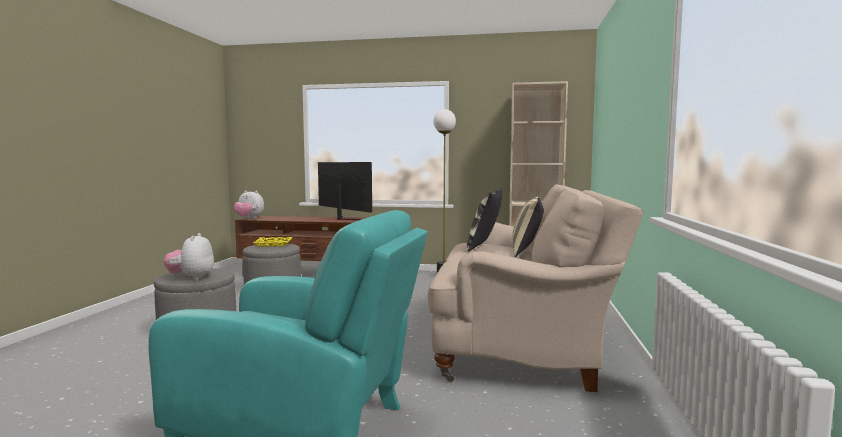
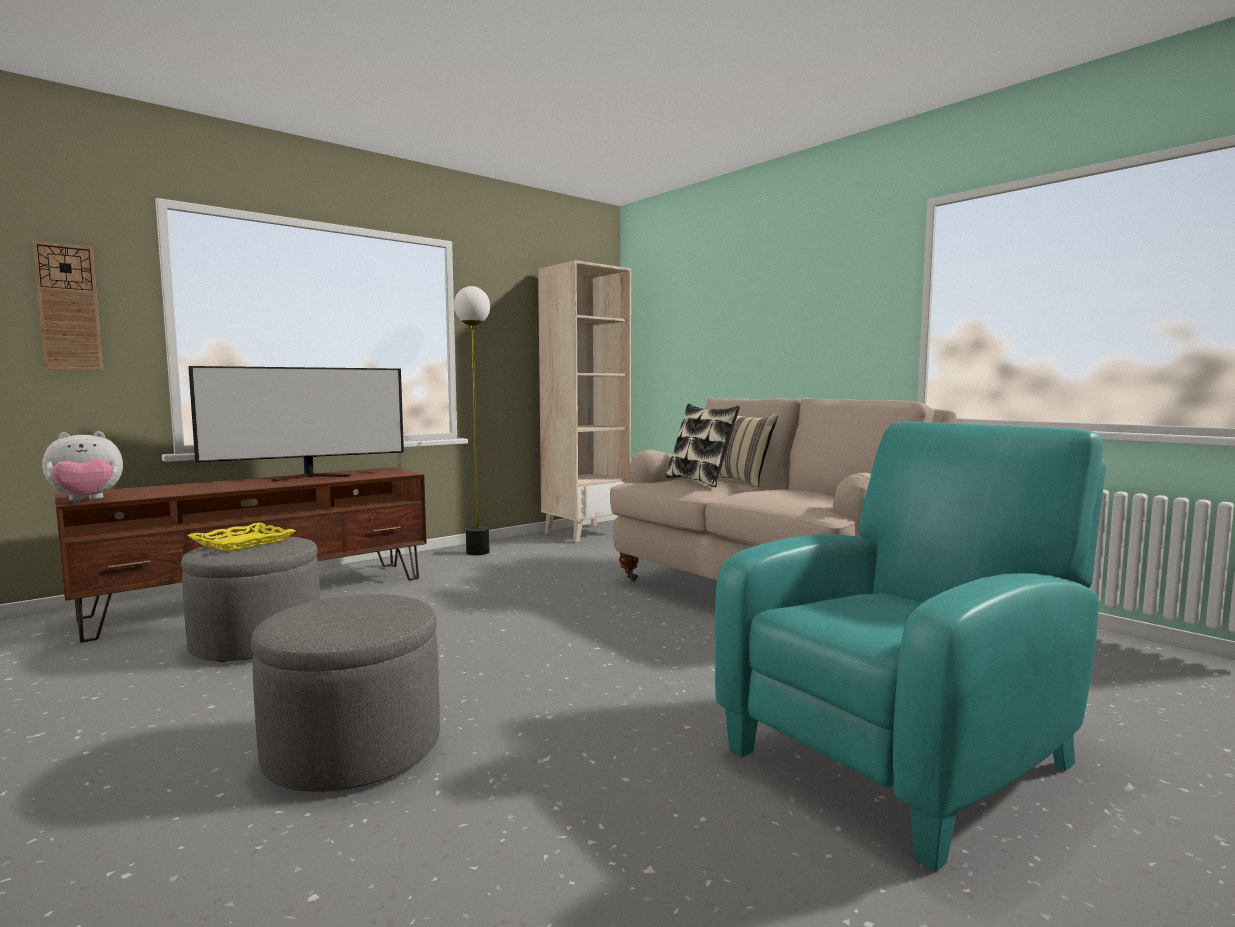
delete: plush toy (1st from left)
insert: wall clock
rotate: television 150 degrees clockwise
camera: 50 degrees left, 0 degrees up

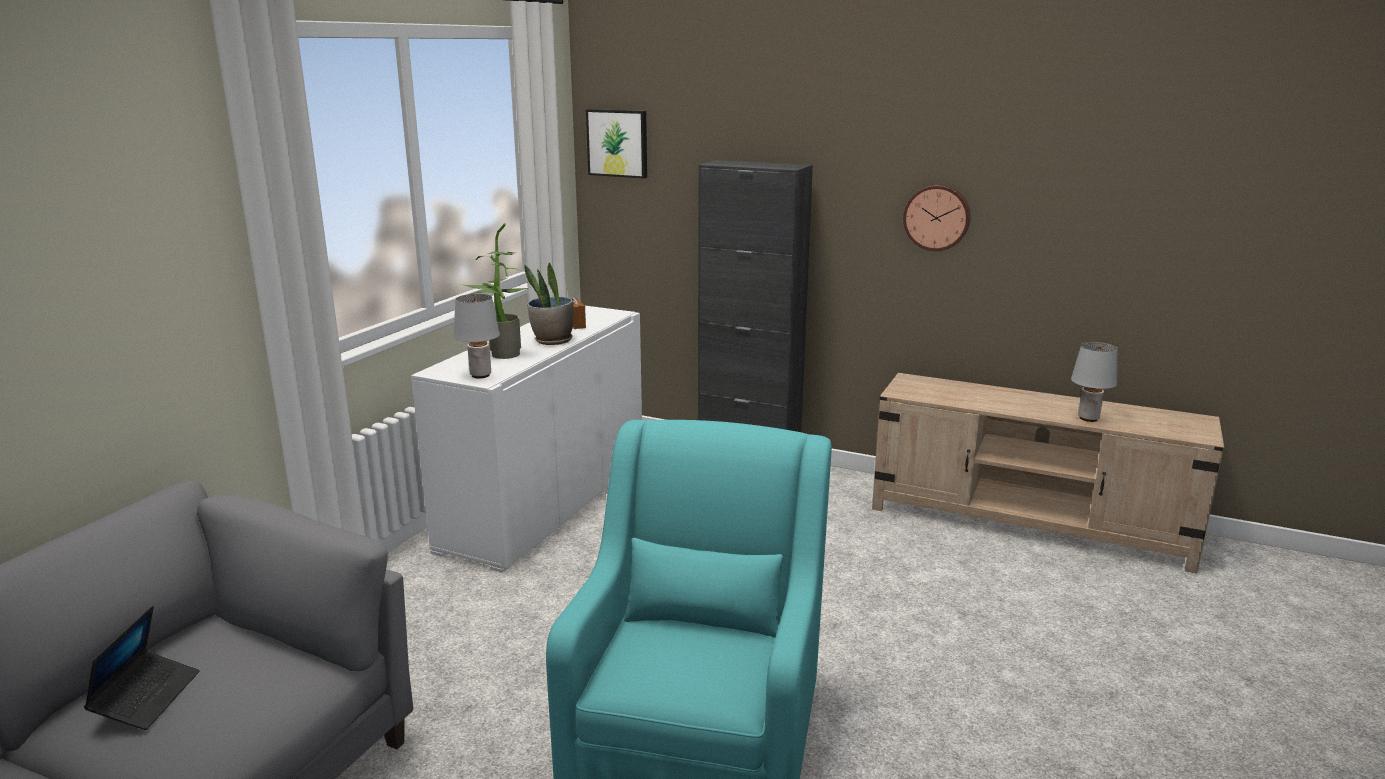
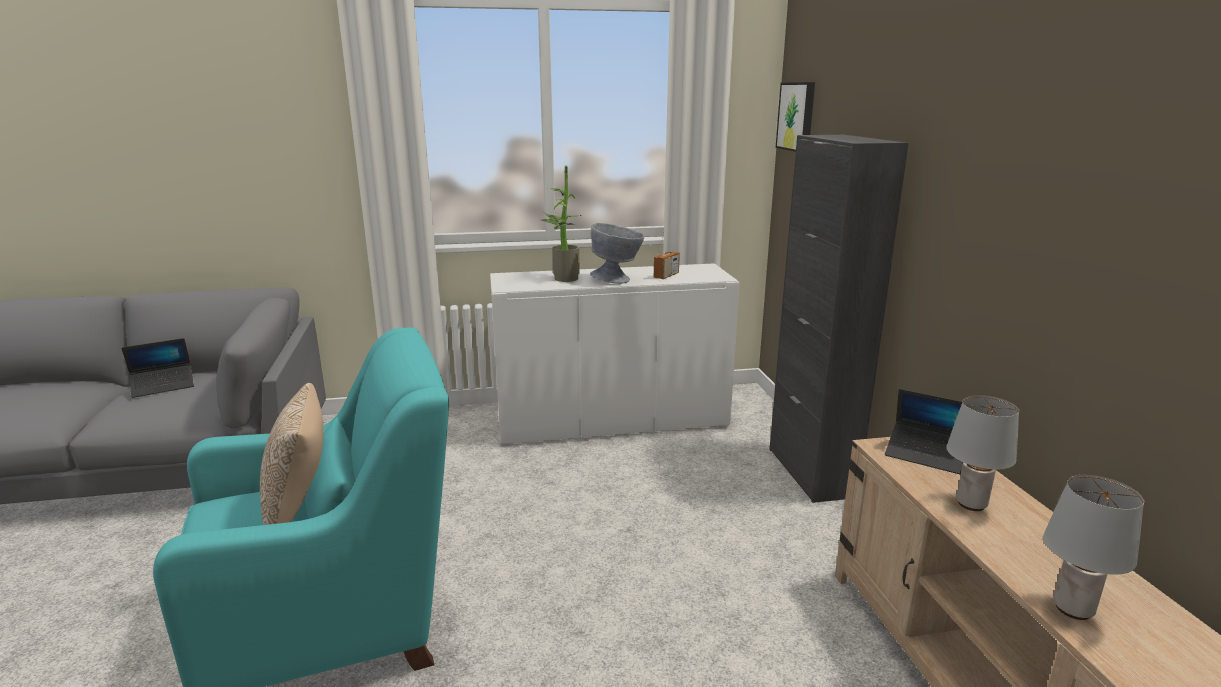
delete: wall clock
insert: pillow; laptop (2nd from left)
move: grey table lamp (1st from left)
replace: potted plant (2nd from left) to grey bowl
camera: 55 degrees right, 0 degrees up

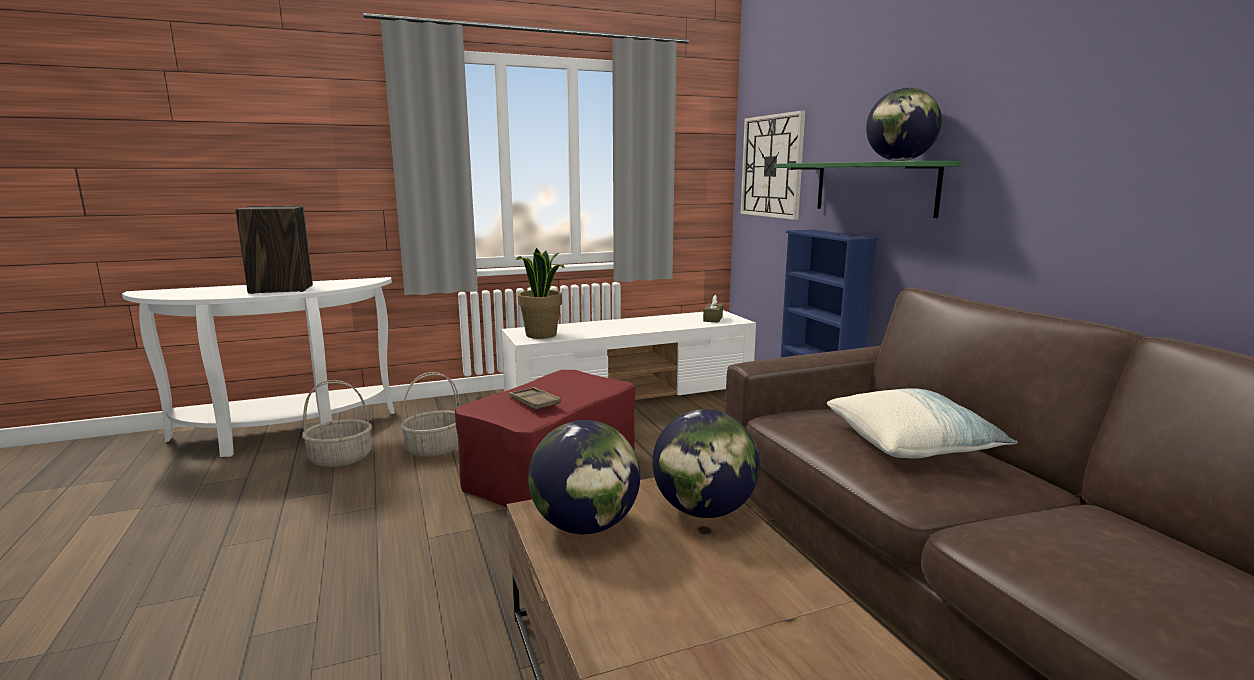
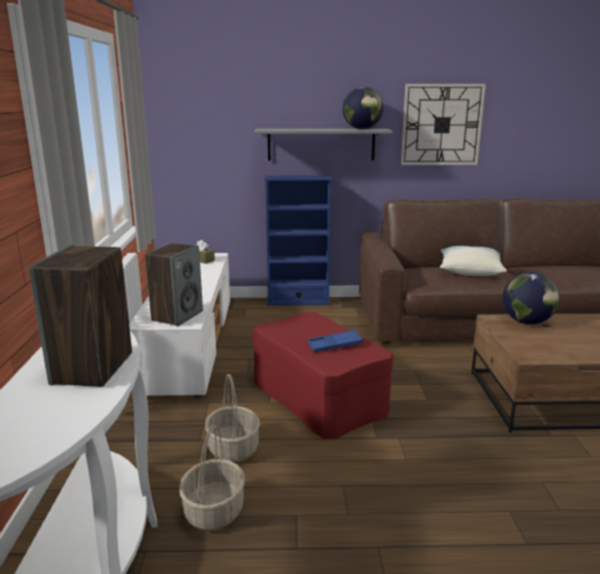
delete: globe (1st from left)
move: wall clock
replace: potted plant to speaker (2nd from left)
recolor: brown tray to blue tray; green shelf to grey shelf
camera: 70 degrees left, 5 degrees up

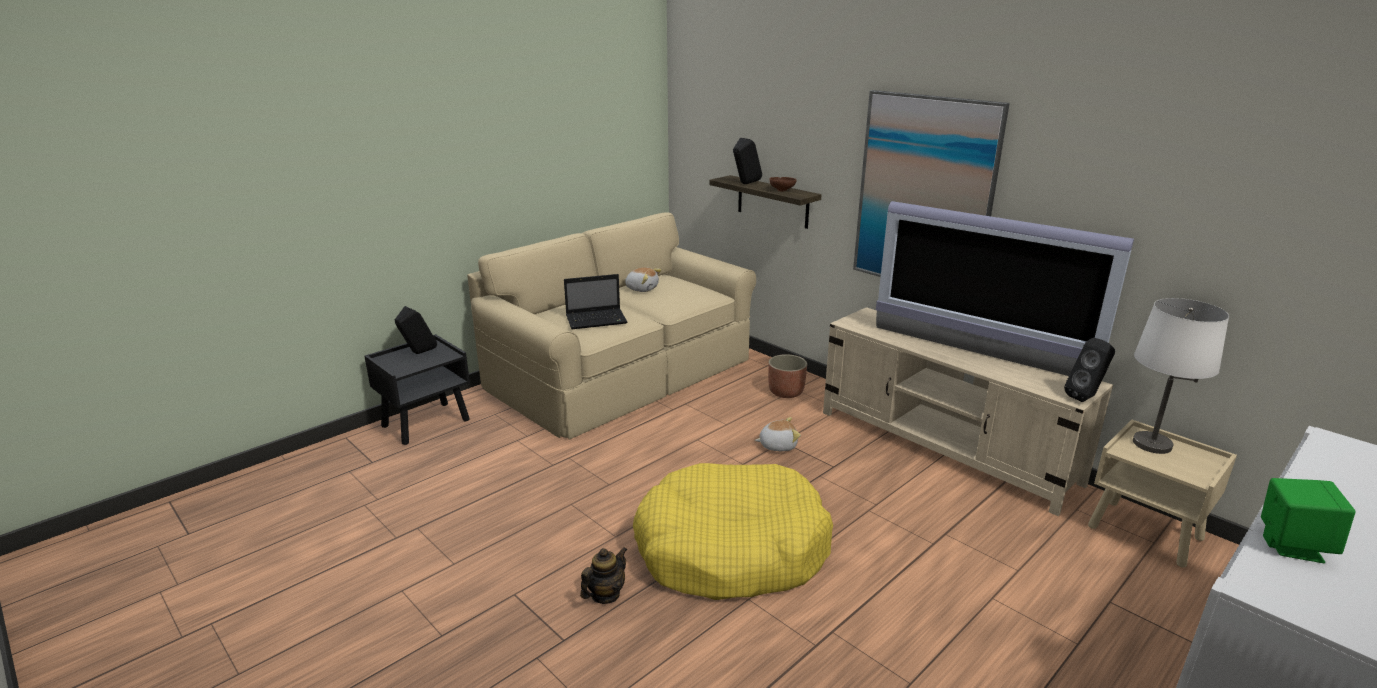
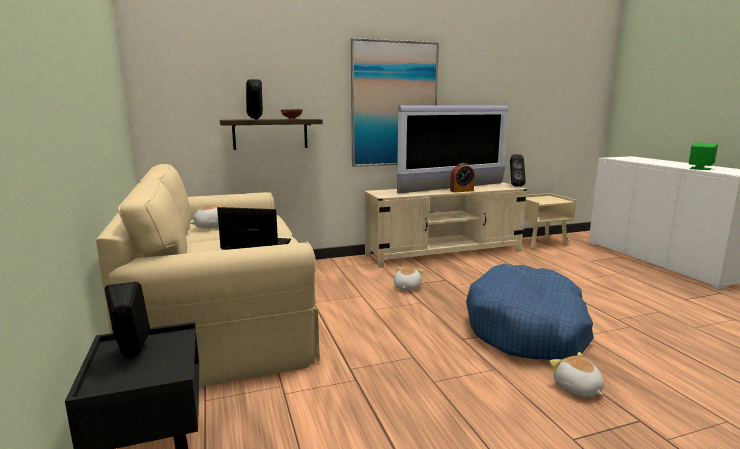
delete: planter; white table lamp
insert: alarm clock
replace: teapot to plush toy (3rd from left)
recolor: yellow dog bed to blue dog bed
rotate: laptop 90 degrees counterclockwise
camera: 65 degrees left, 10 degrees down

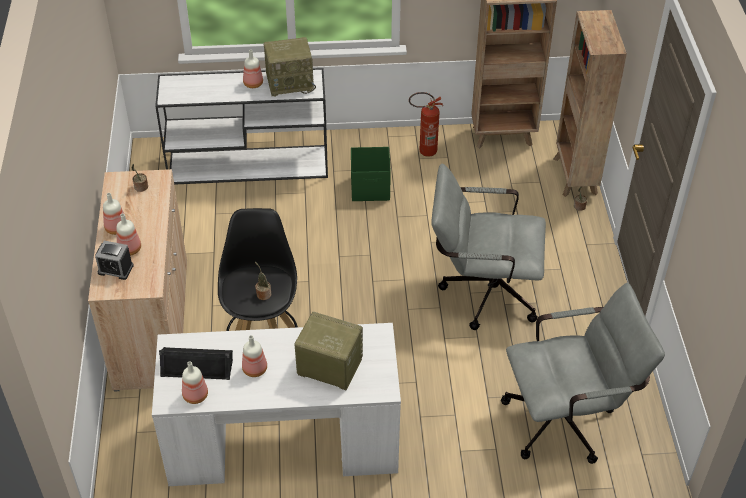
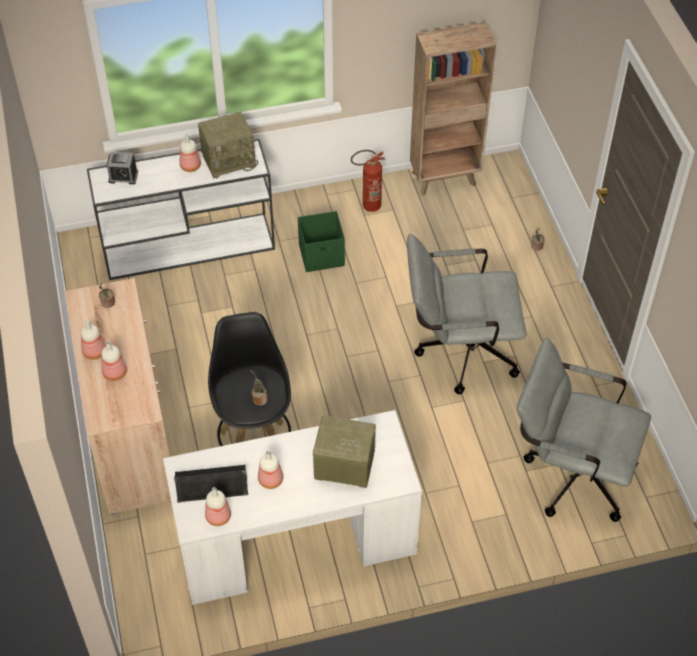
delete: brown bookcase (2nd from left)
move: alarm clock
rotate: grey office chair (2nd from left) 135 degrees counterclockwise
camera: 10 degrees left, 5 degrees up

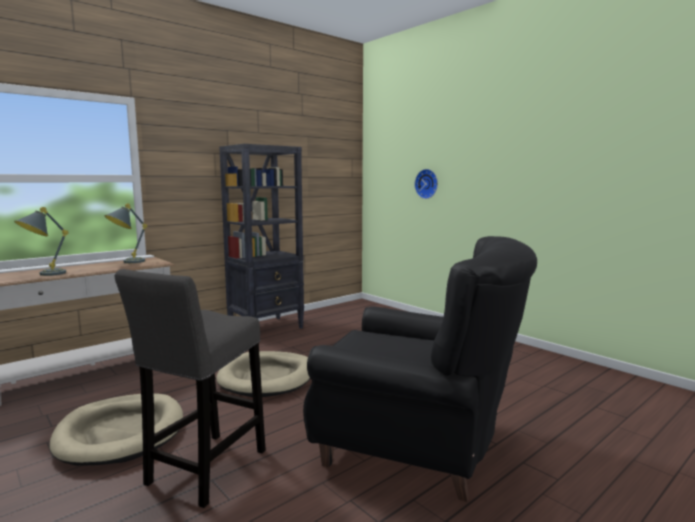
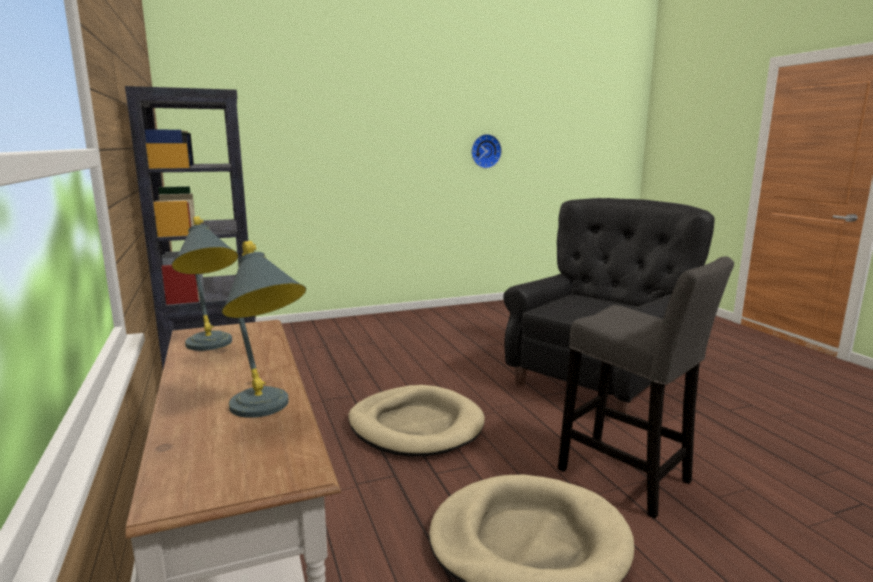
move: wall clock
camera: 70 degrees left, 5 degrees up

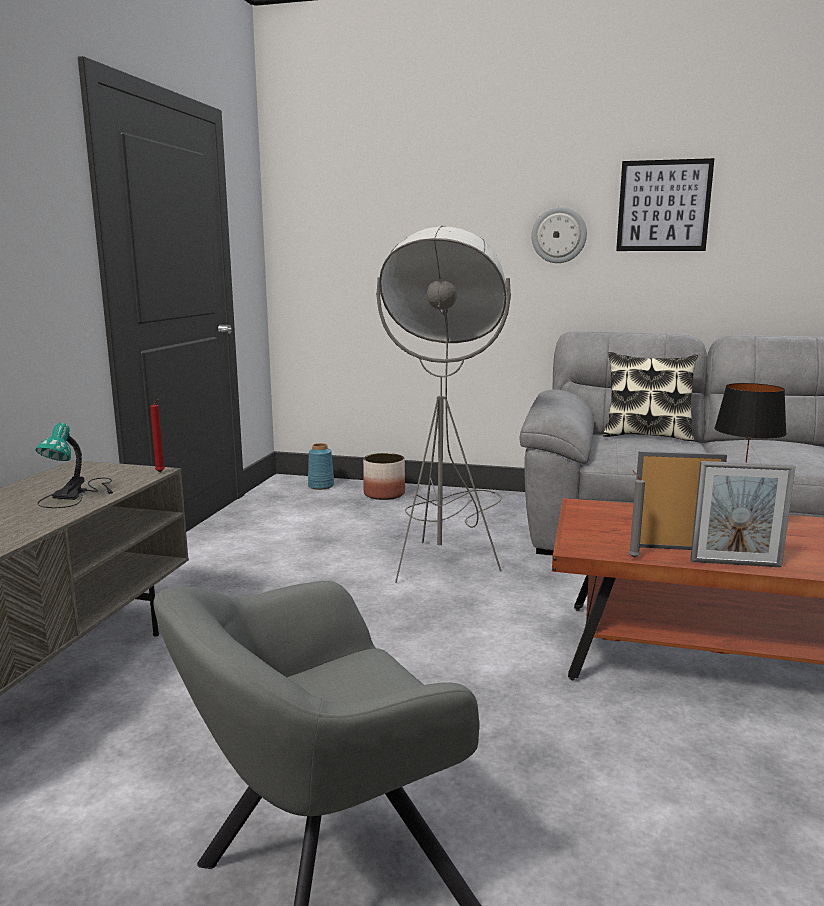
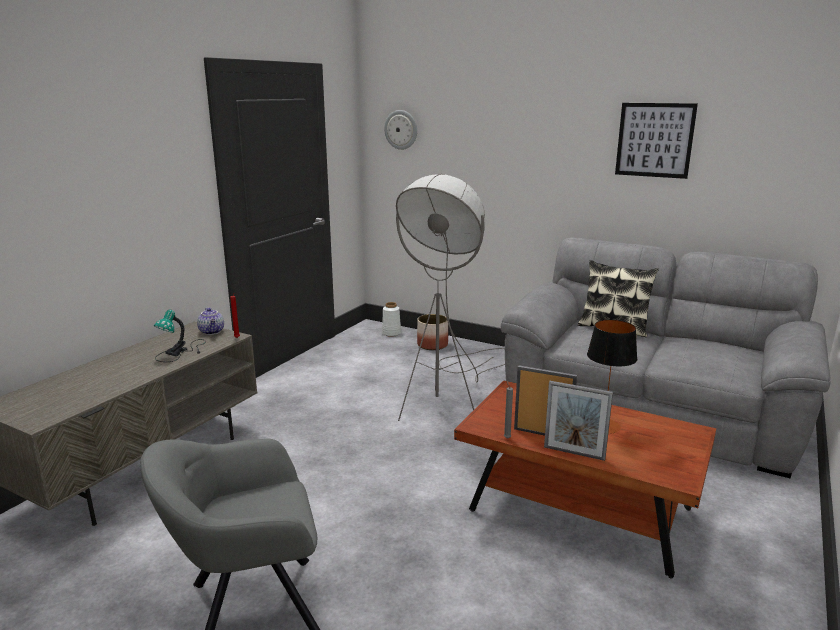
insert: teapot
move: wall clock
recolor: blue vase to white vase
camera: 15 degrees right, 5 degrees up

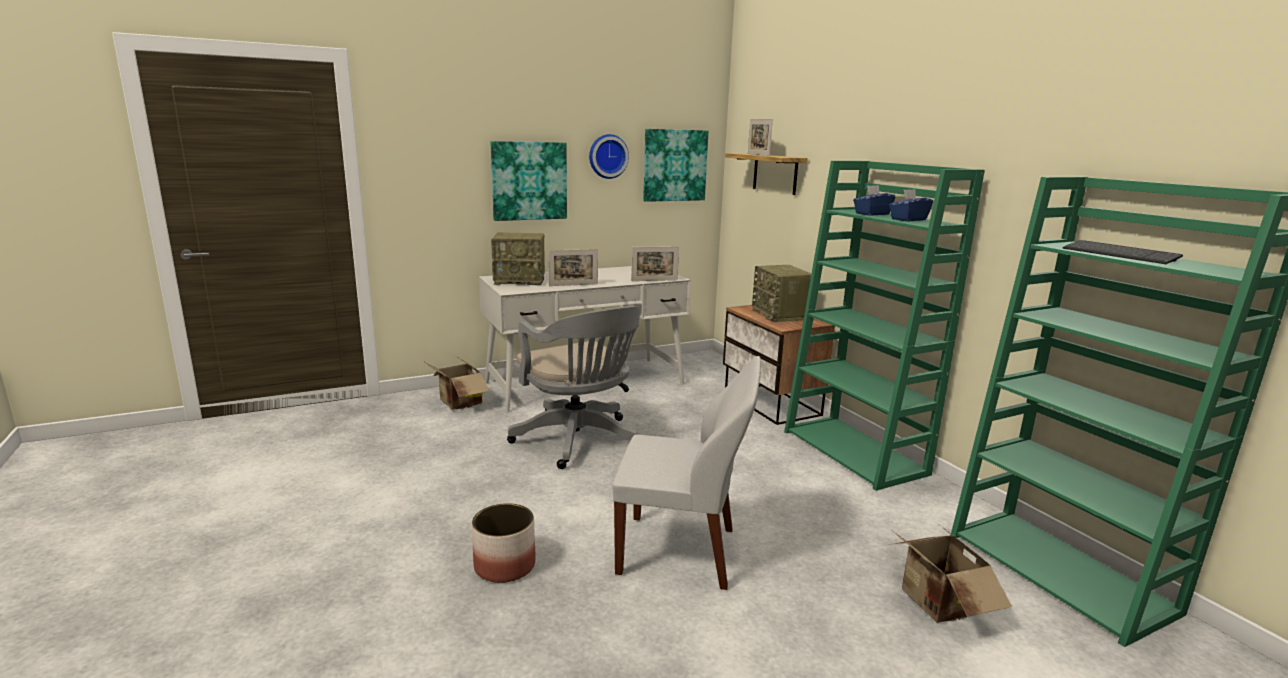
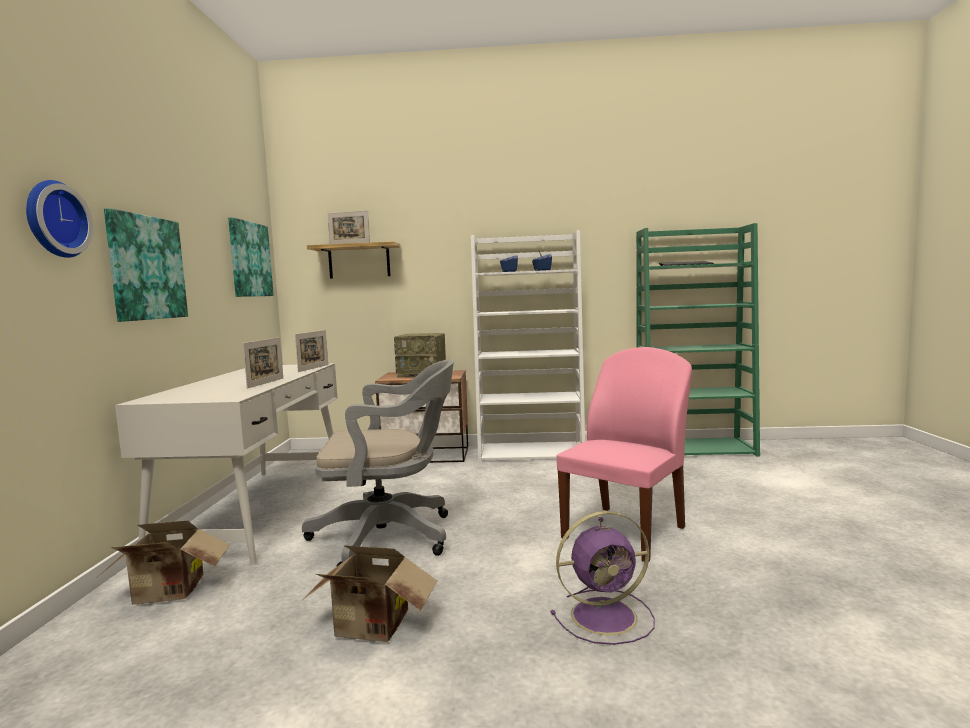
delete: radio (1st from left)
move: wall clock; cardboard box (2nd from left)
replace: planter to purple fan
recolor: white chair to pink chair; green bookcase (1st from left) to white bookcase
camera: 60 degrees left, 10 degrees down

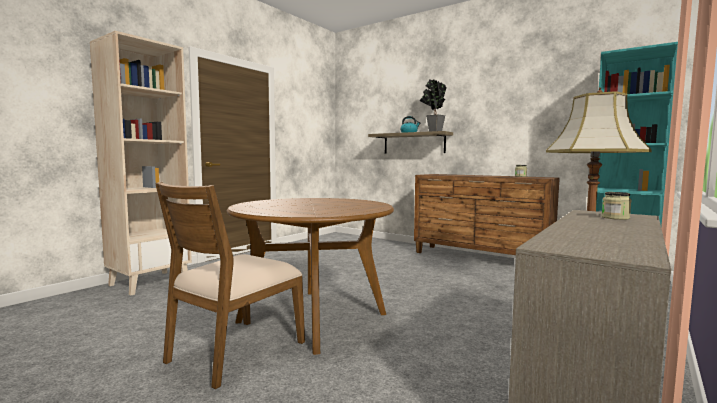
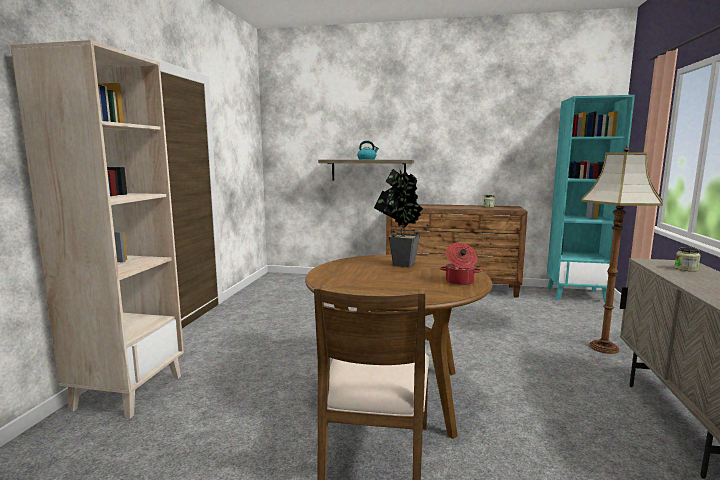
insert: cooking pot
move: potted plant
camera: 25 degrees left, 5 degrees up

